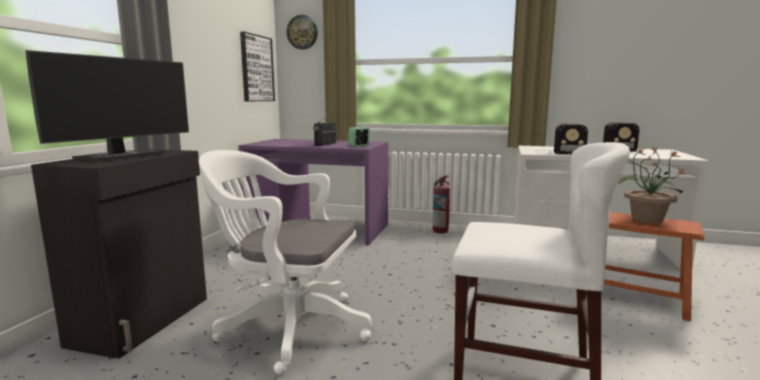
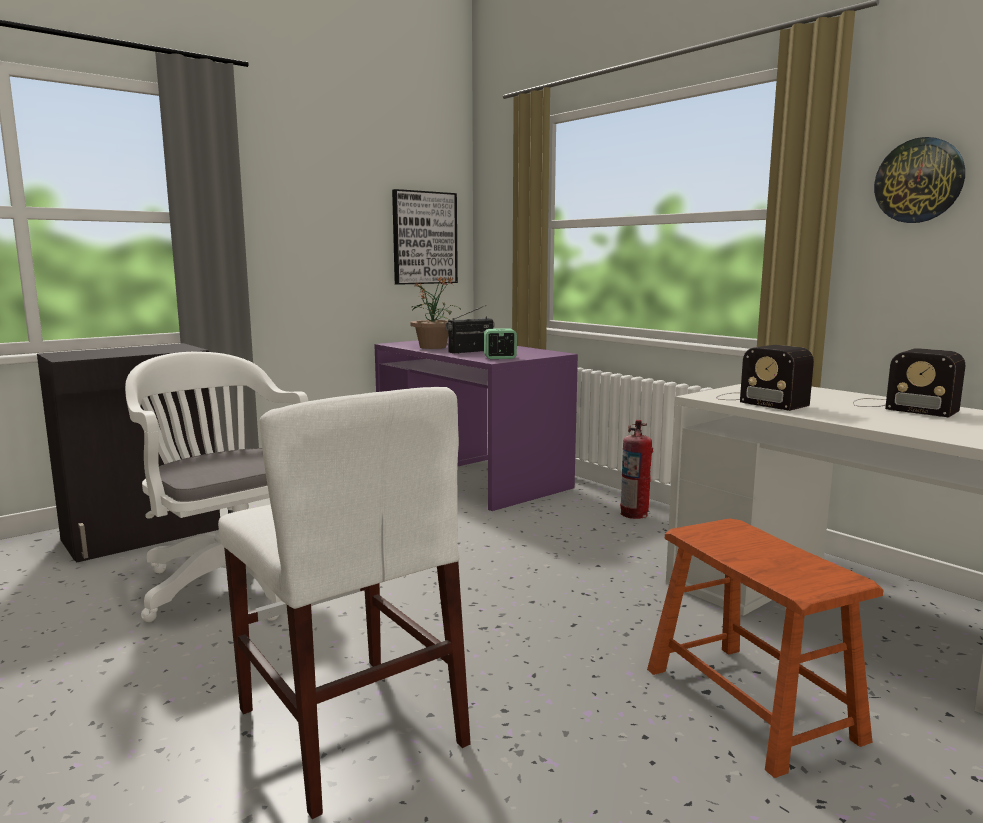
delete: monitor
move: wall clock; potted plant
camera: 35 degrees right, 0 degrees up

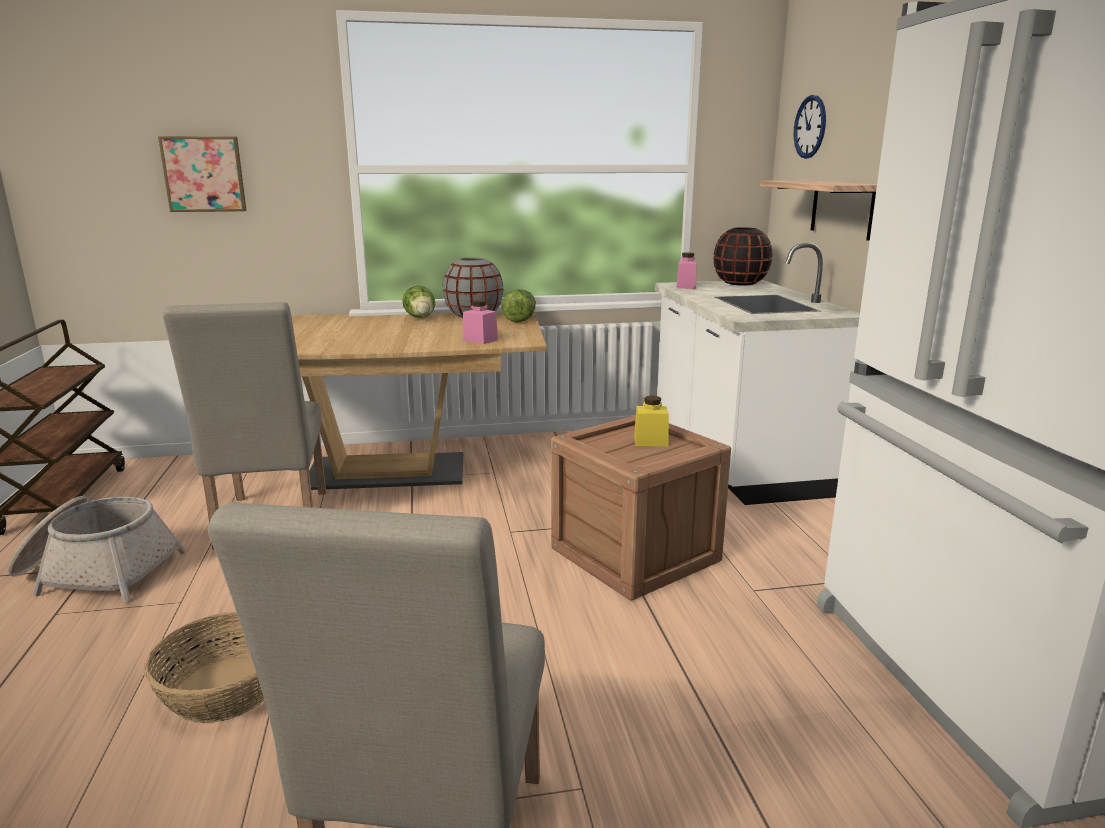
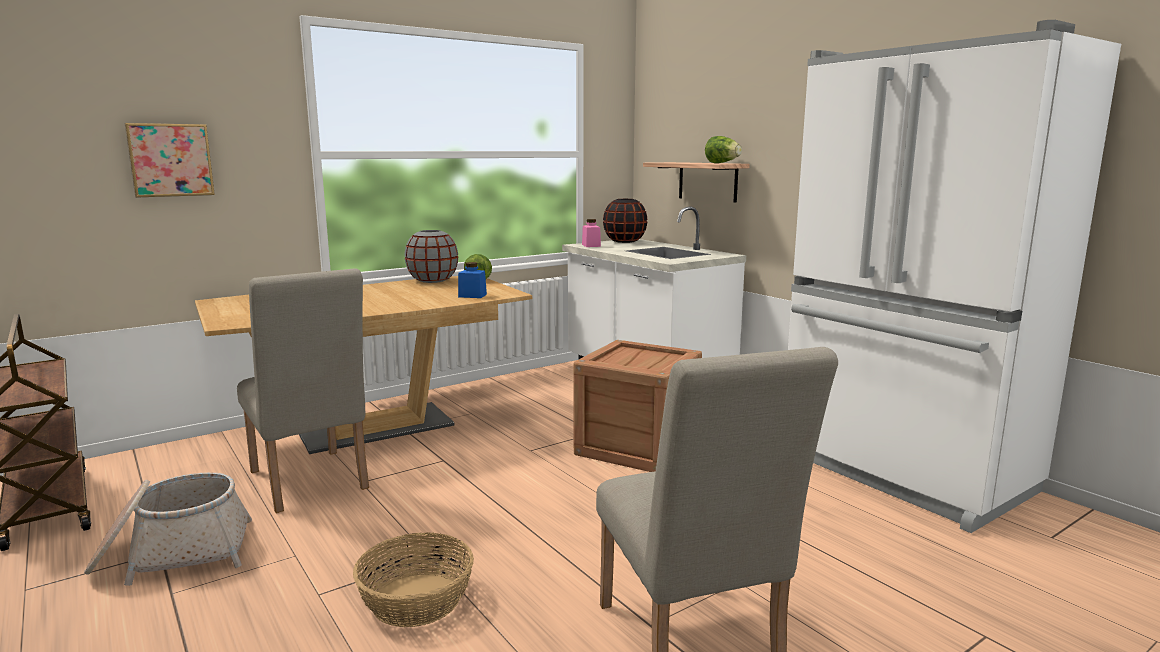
delete: yellow jar; wall clock
move: lettuce (1st from left in the first image) to lettuce (2nd from left)
recolor: pink jar (1st from left) to blue jar
camera: 25 degrees left, 5 degrees down

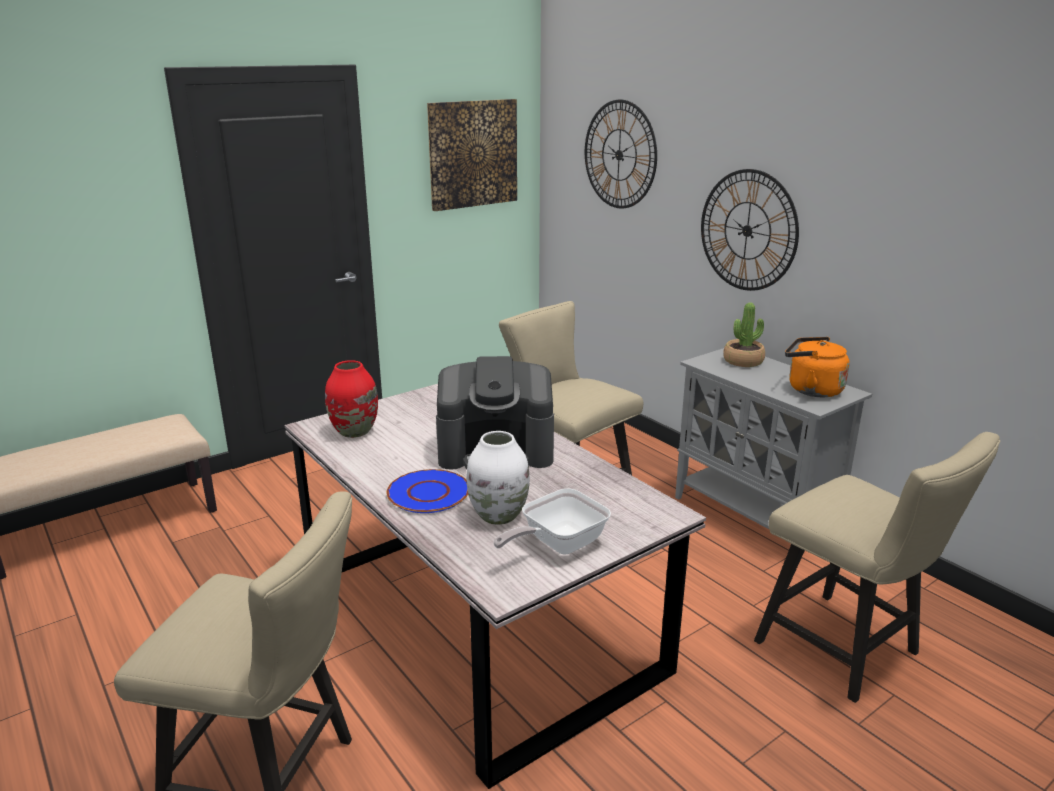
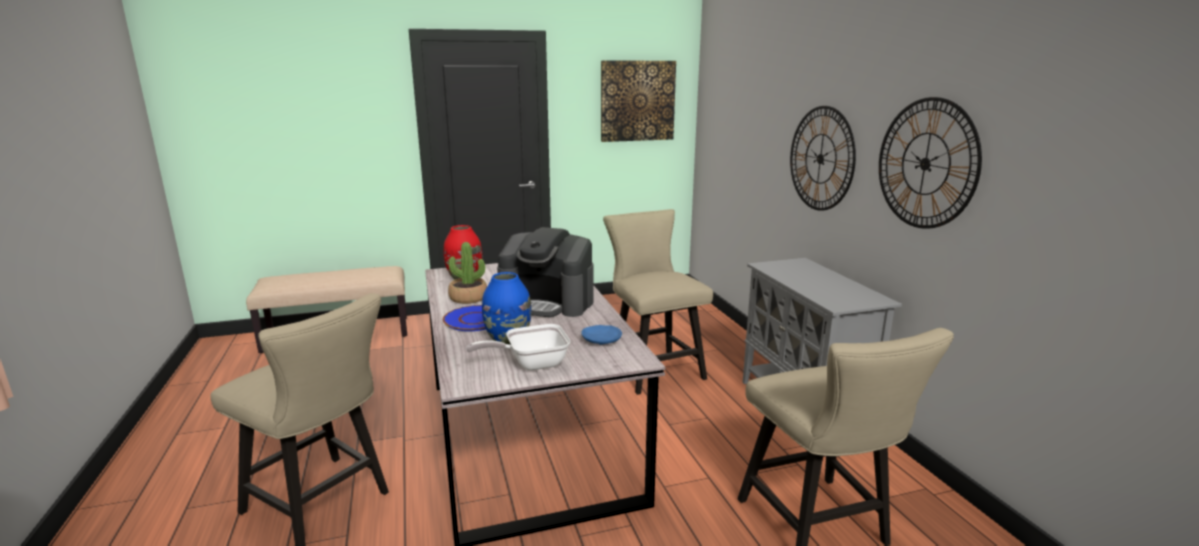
delete: orange kettle
insert: blue plate (2nd from left)
move: wall clock (1st from left in the first image) to wall clock (2nd from left); potted plant
recolor: white vase to blue vase
camera: 20 degrees right, 5 degrees down

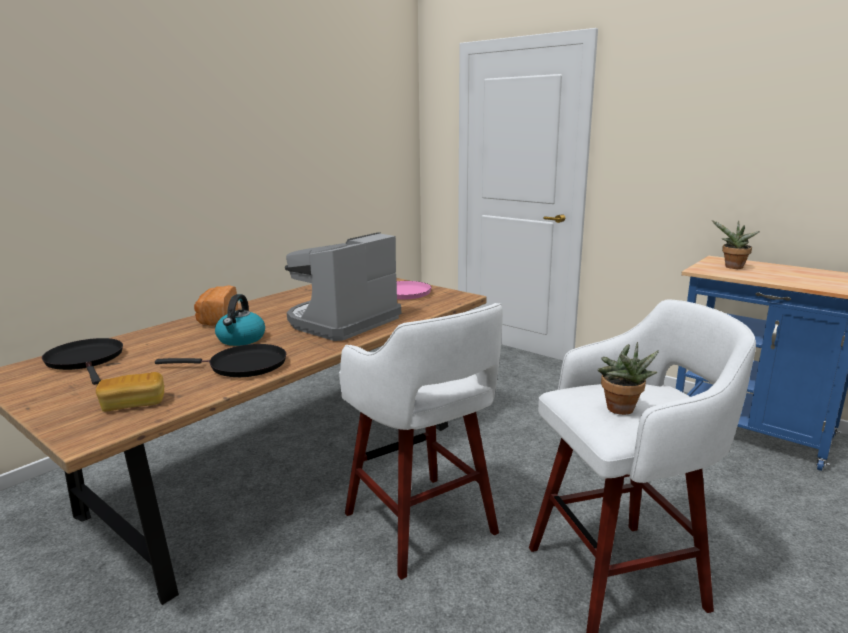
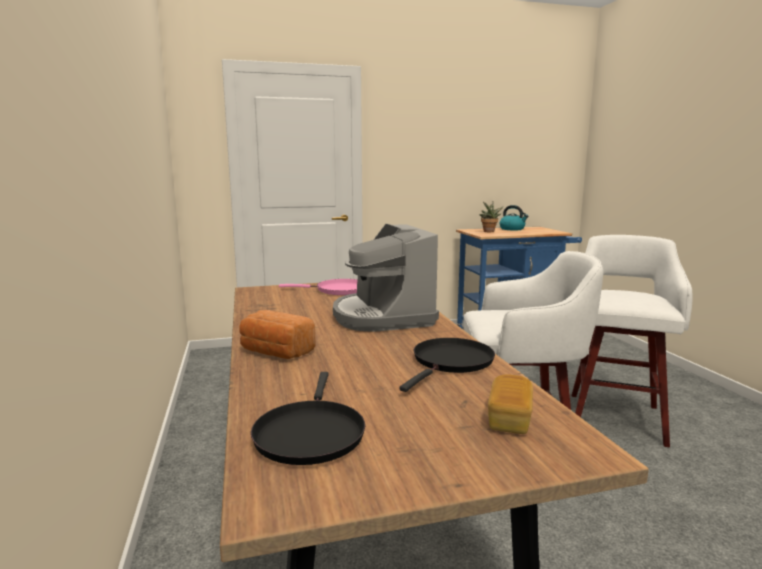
delete: potted plant (1st from left)
move: kettle
rotate: black frying pan (1st from left) 90 degrees counterclockwise
camera: 55 degrees left, 5 degrees down

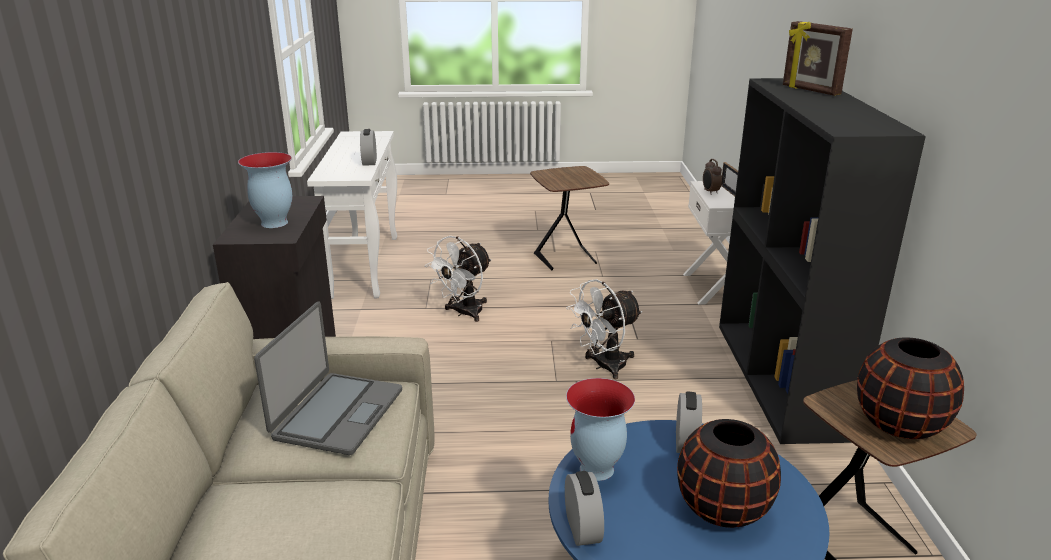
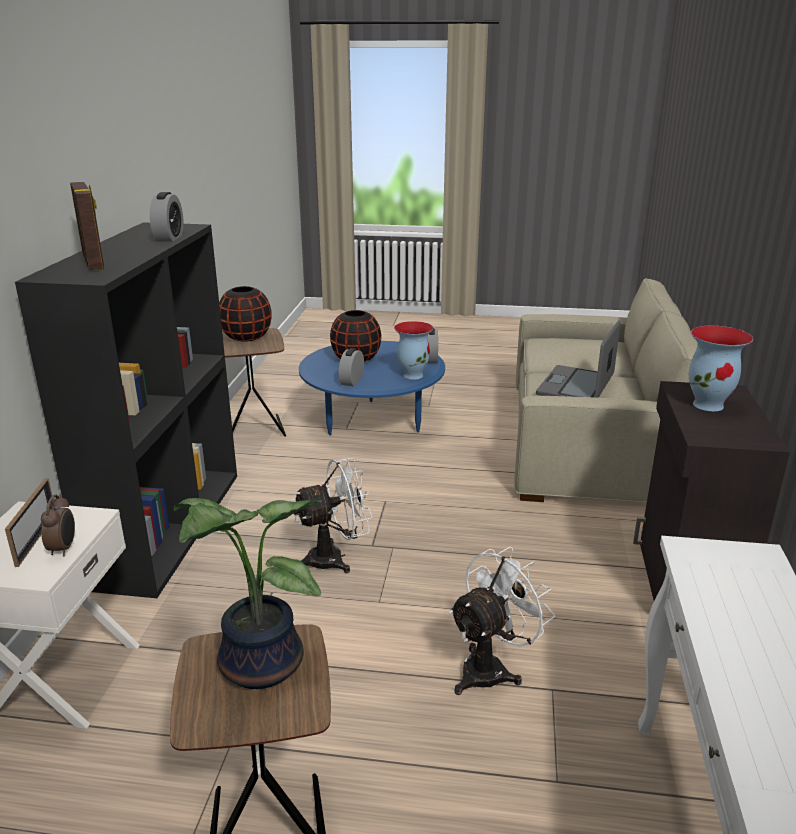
insert: potted plant
move: alarm clock (1st from left in the first image) to alarm clock (2nd from left)
camera: 170 degrees left, 0 degrees up

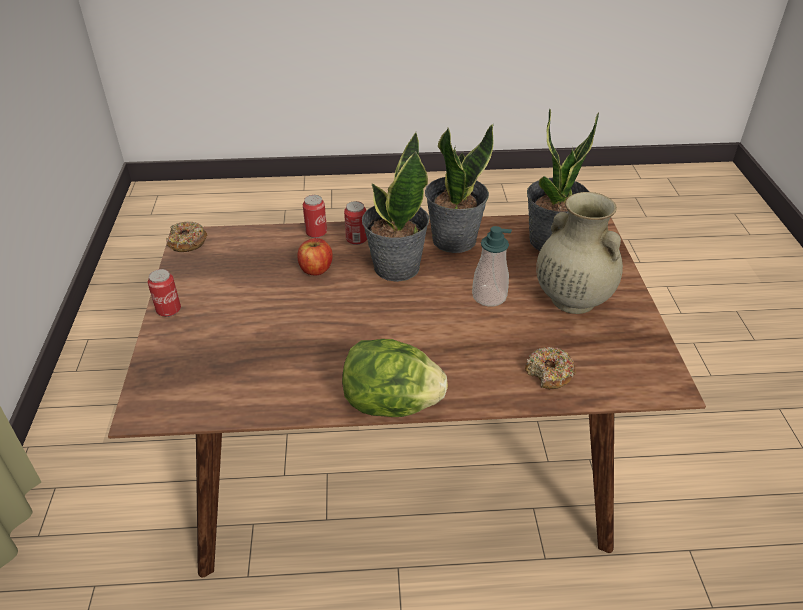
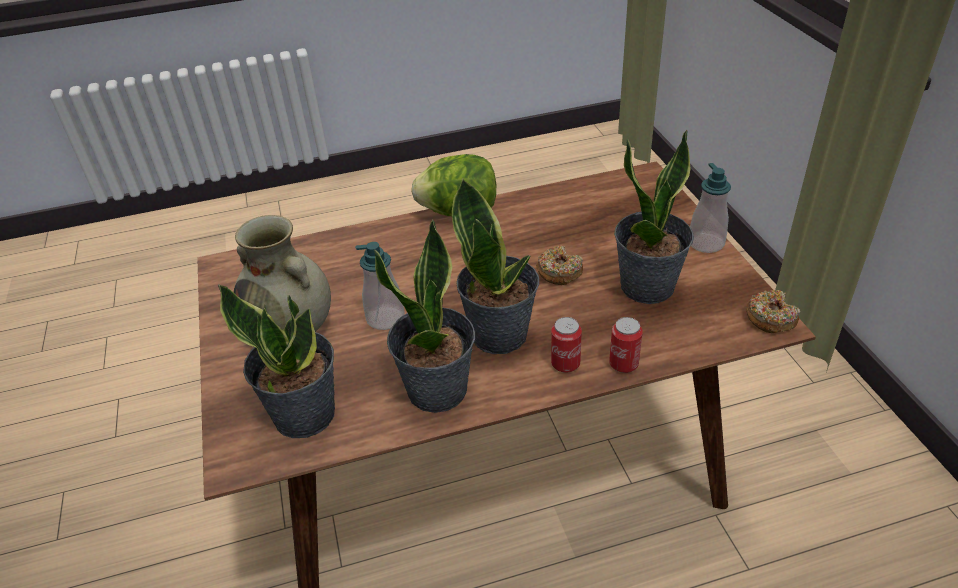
delete: apple
insert: potted plant (4th from left)
move: donut (2nd from left in the first image) to donut (1st from left)
replace: can (1st from left) to soap dispenser (2nd from left)
camera: 170 degrees right, 0 degrees up

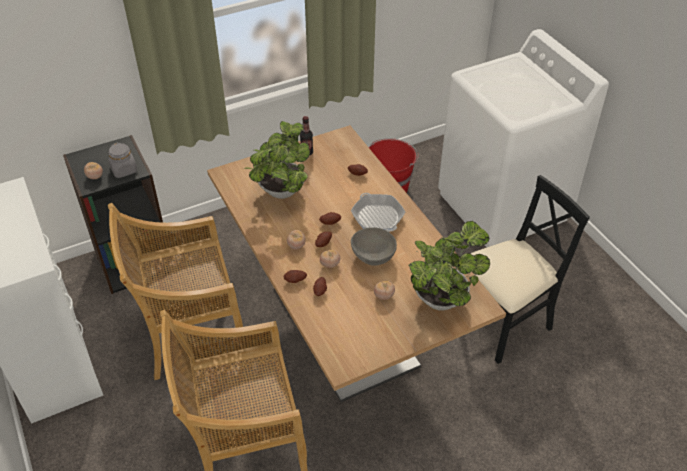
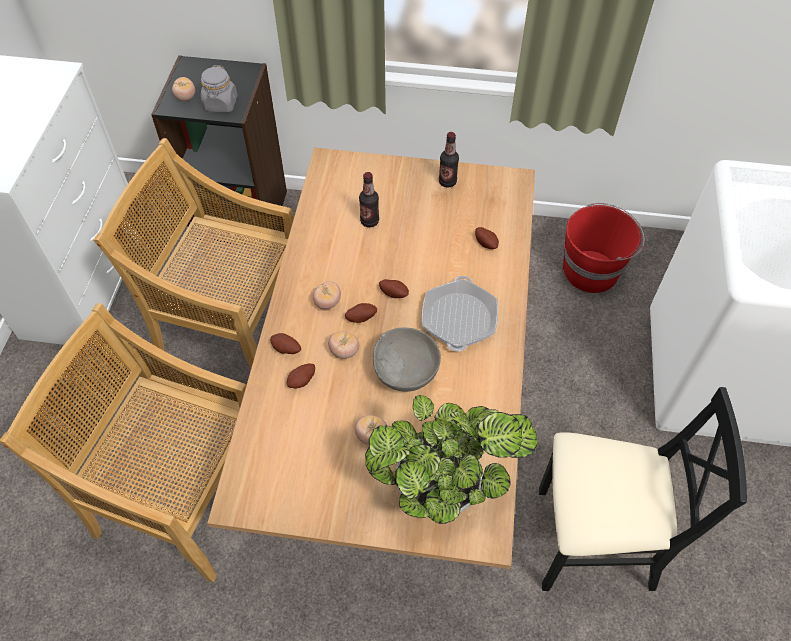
replace: potted plant (1st from left) to bottle (1st from left)
camera: 35 degrees right, 10 degrees up

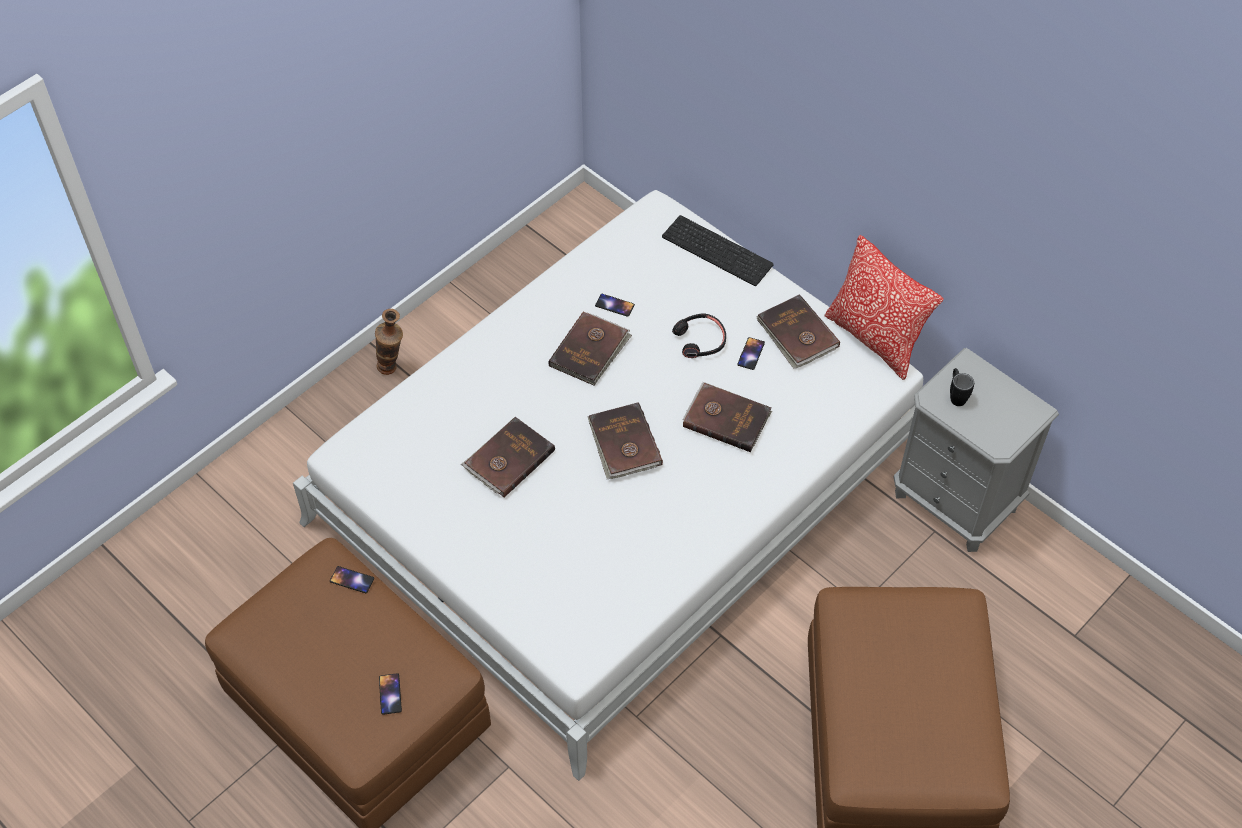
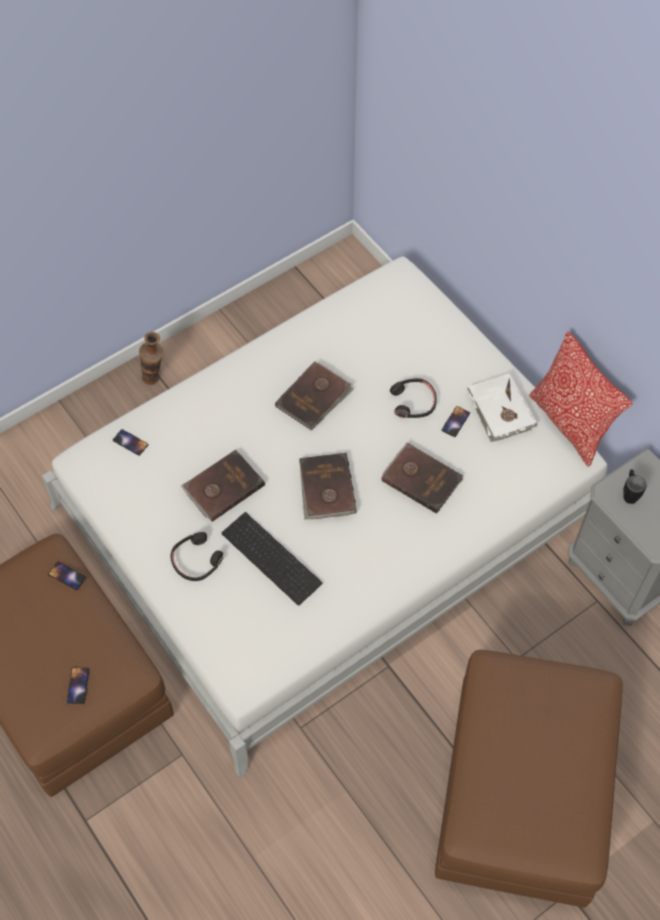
insert: black headphones (1st from left)
move: phone (3rd from left); keyboard
recolor: brown book (5th from left) to white book
camera: 10 degrees right, 5 degrees up

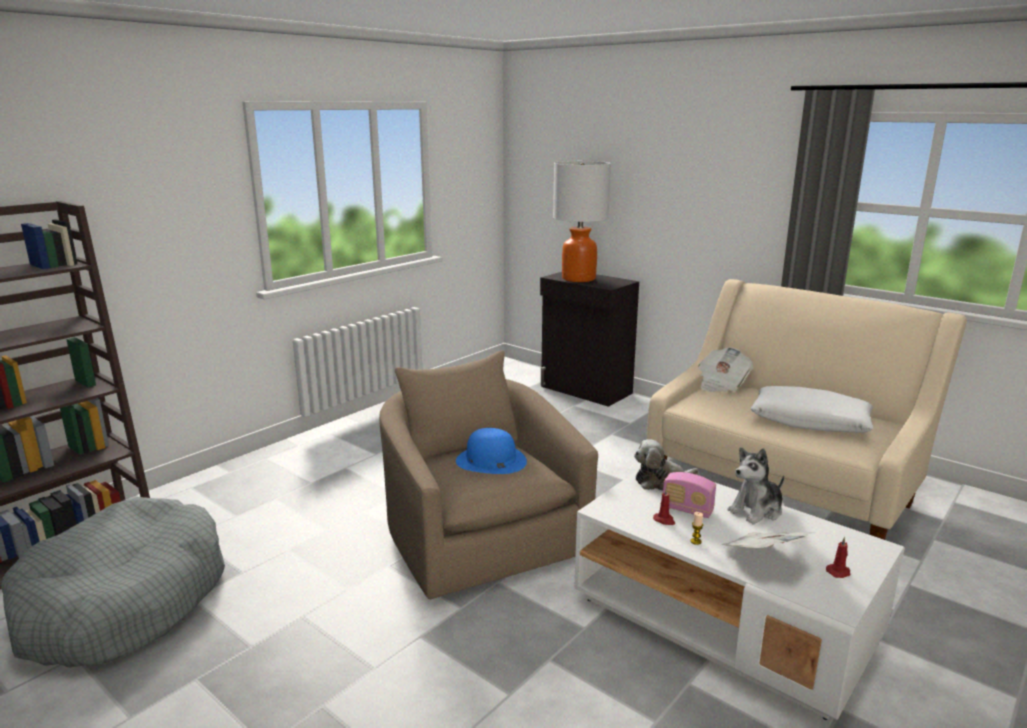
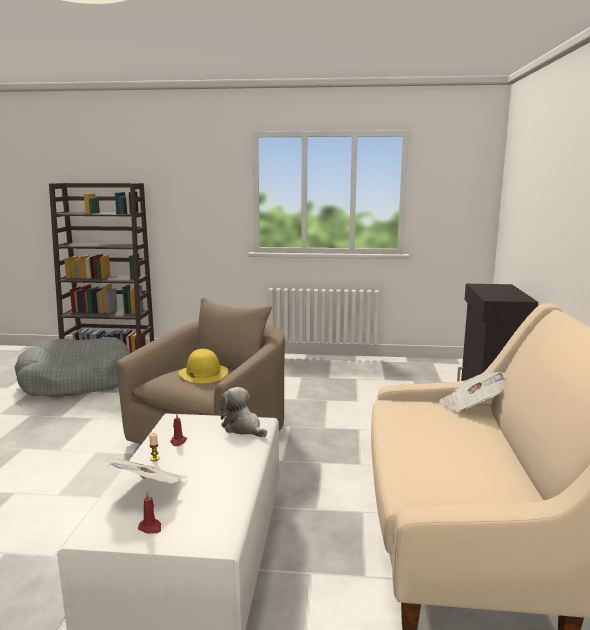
delete: table lamp; radio; plush toy (2nd from left); white pillow
recolor: blue hat to yellow hat
camera: 55 degrees right, 5 degrees down

